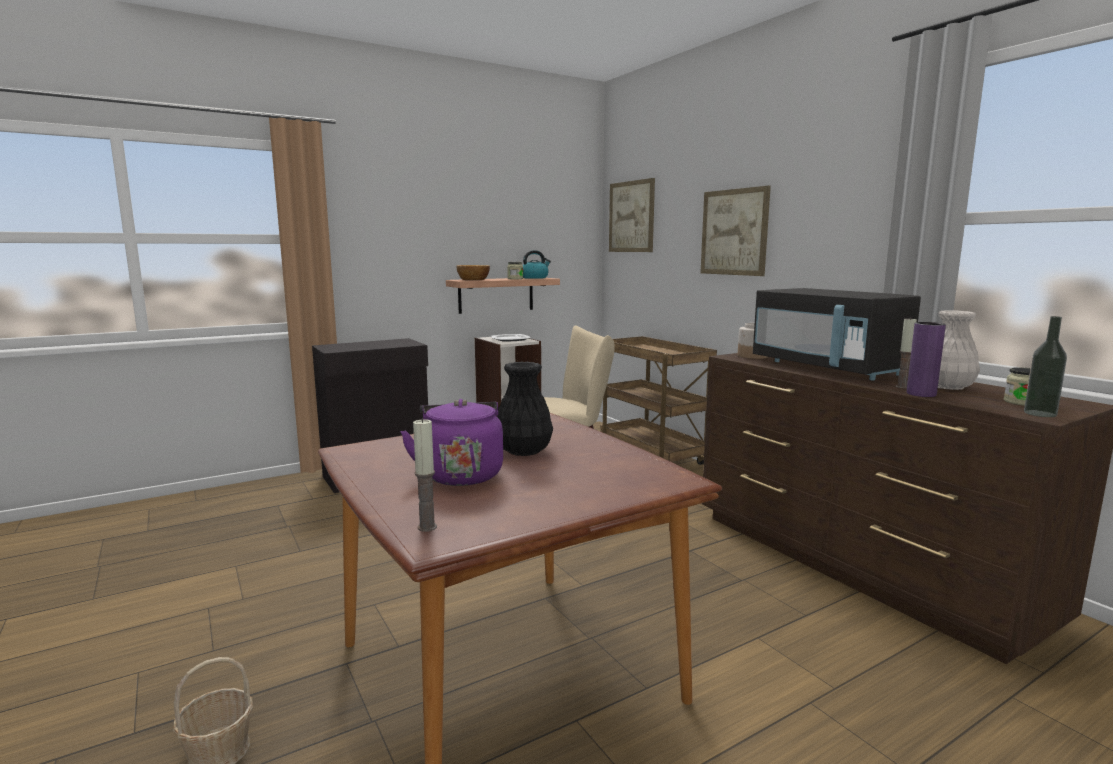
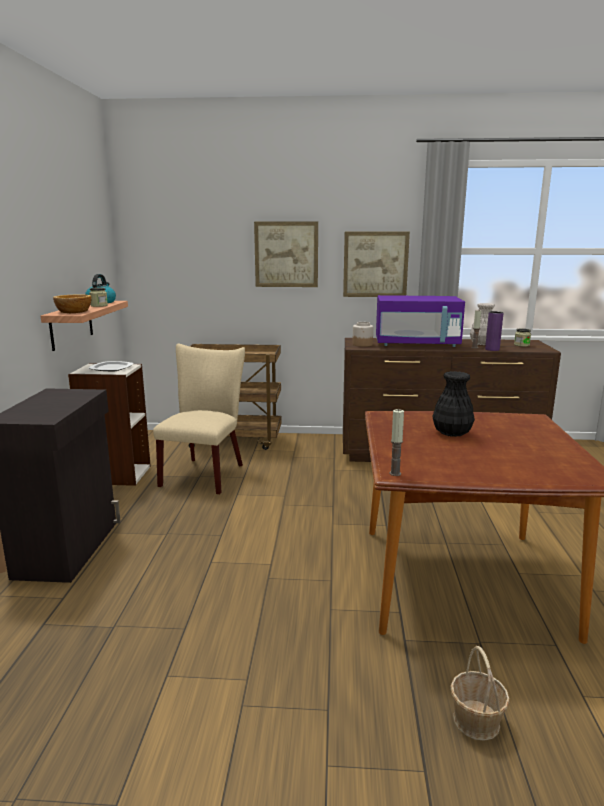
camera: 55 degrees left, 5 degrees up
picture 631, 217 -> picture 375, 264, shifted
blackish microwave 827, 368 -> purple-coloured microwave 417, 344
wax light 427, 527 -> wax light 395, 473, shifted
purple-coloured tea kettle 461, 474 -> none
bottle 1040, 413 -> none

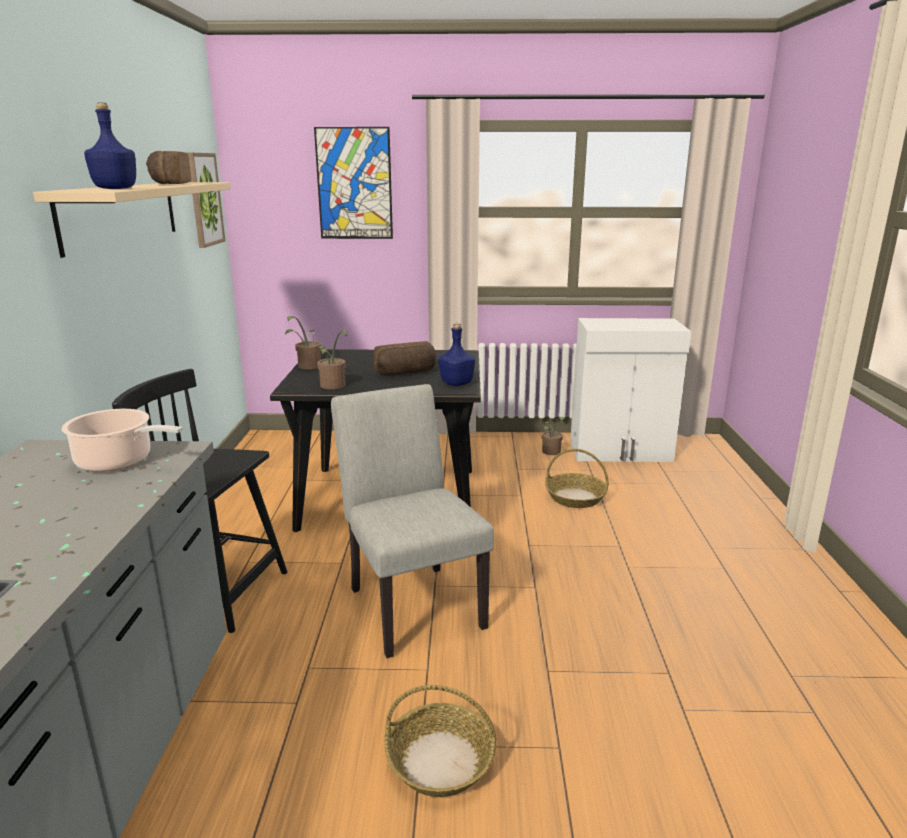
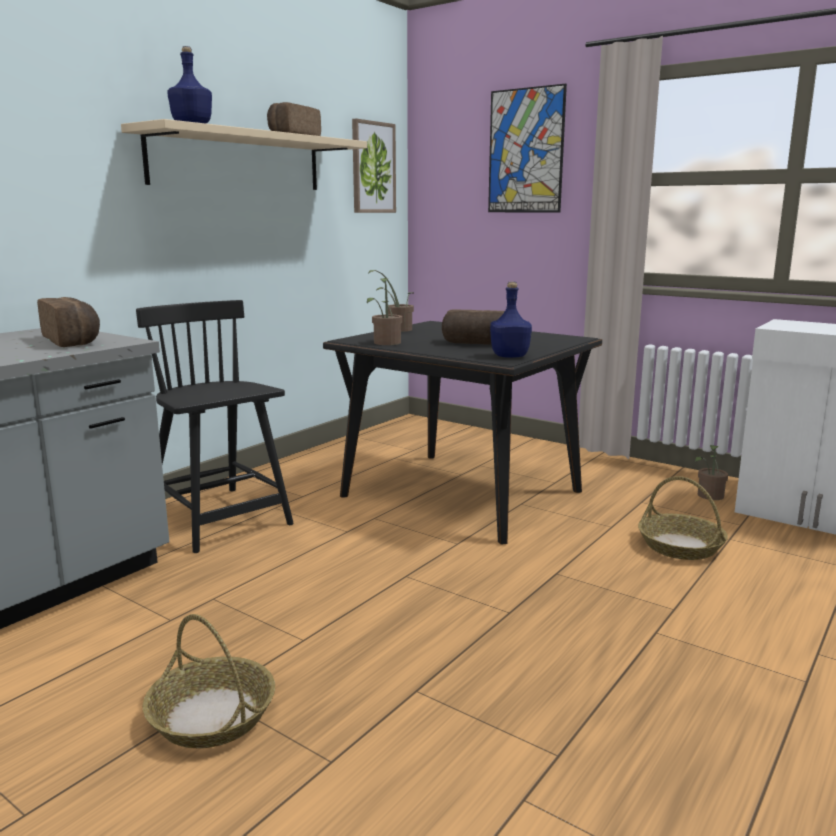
camera: 35 degrees right, 5 degrees down
cooking pot 118, 461 -> bread 74, 341
grey plain chair 411, 601 -> none

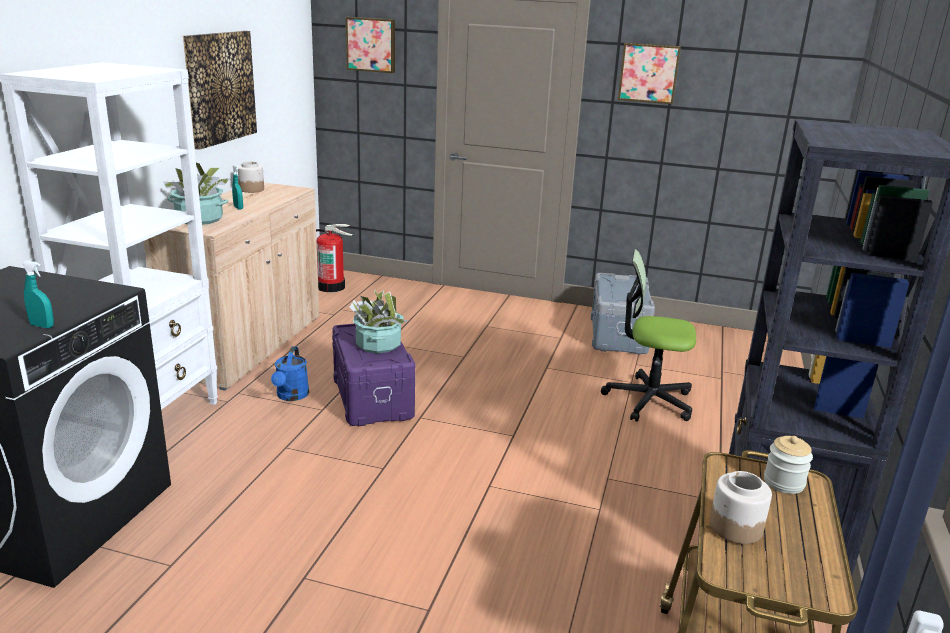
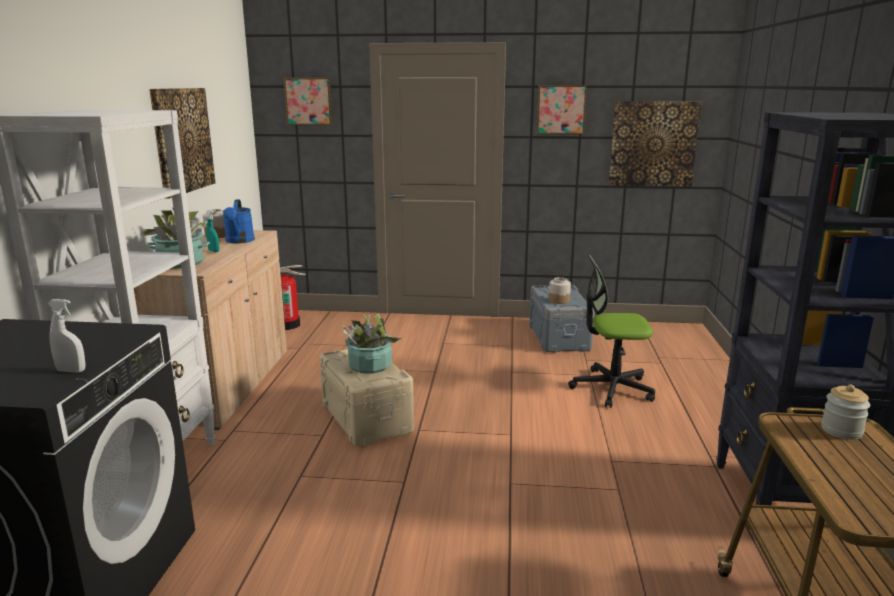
camera: 10 degrees left, 5 degrees down
turquoise-coloured spray bottle 42, 326 -> white spray bottle 71, 371
blue-coloured sprinkling can 291, 396 -> blue-coloured sprinkling can 239, 241, shifted
purple-coloured storage container 371, 398 -> beige storage container 365, 418
storage jar 735, 527 -> storage jar 558, 300, shifted
none -> picture 653, 144

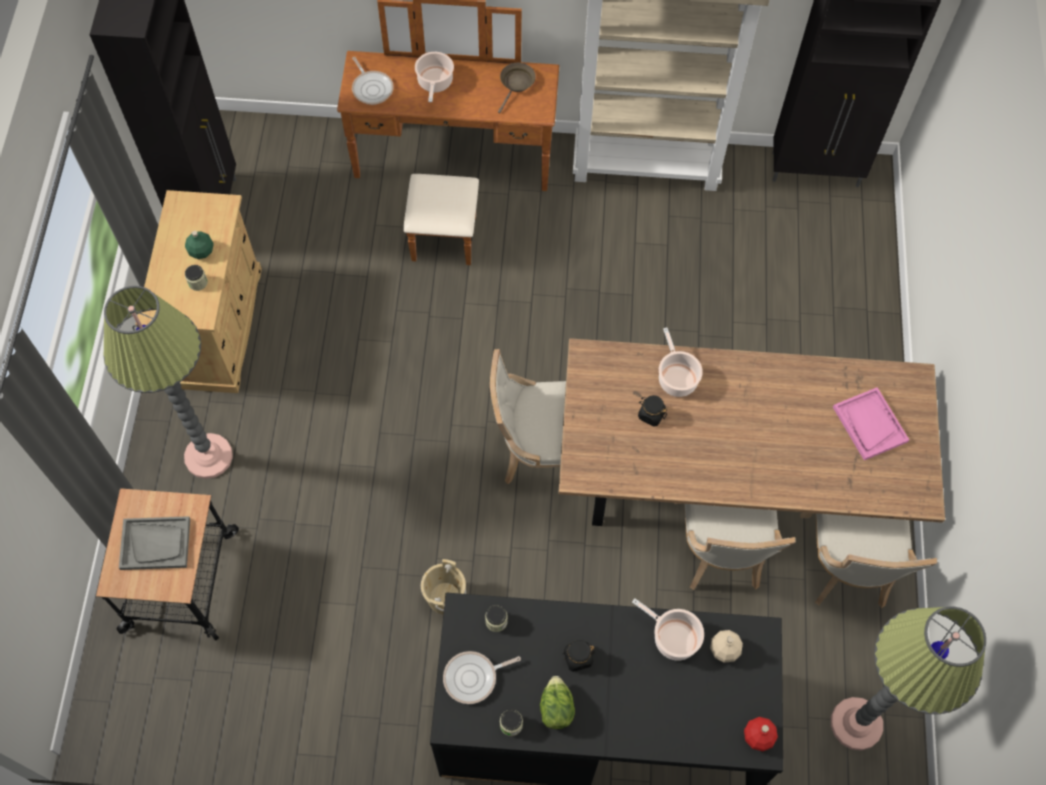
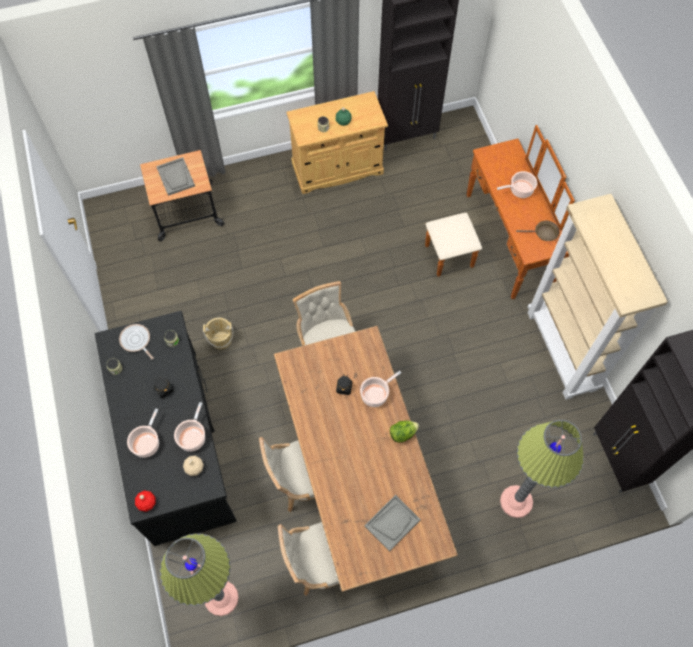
camera: 70 degrees right, 0 degrees up
none -> cooking pot 147, 443
pink tray 869, 424 -> grey tray 392, 523
lettuce 556, 708 -> lettuce 403, 433, shifted
floor lamp 208, 456 -> floor lamp 516, 501, shifted
pan 372, 88 -> none

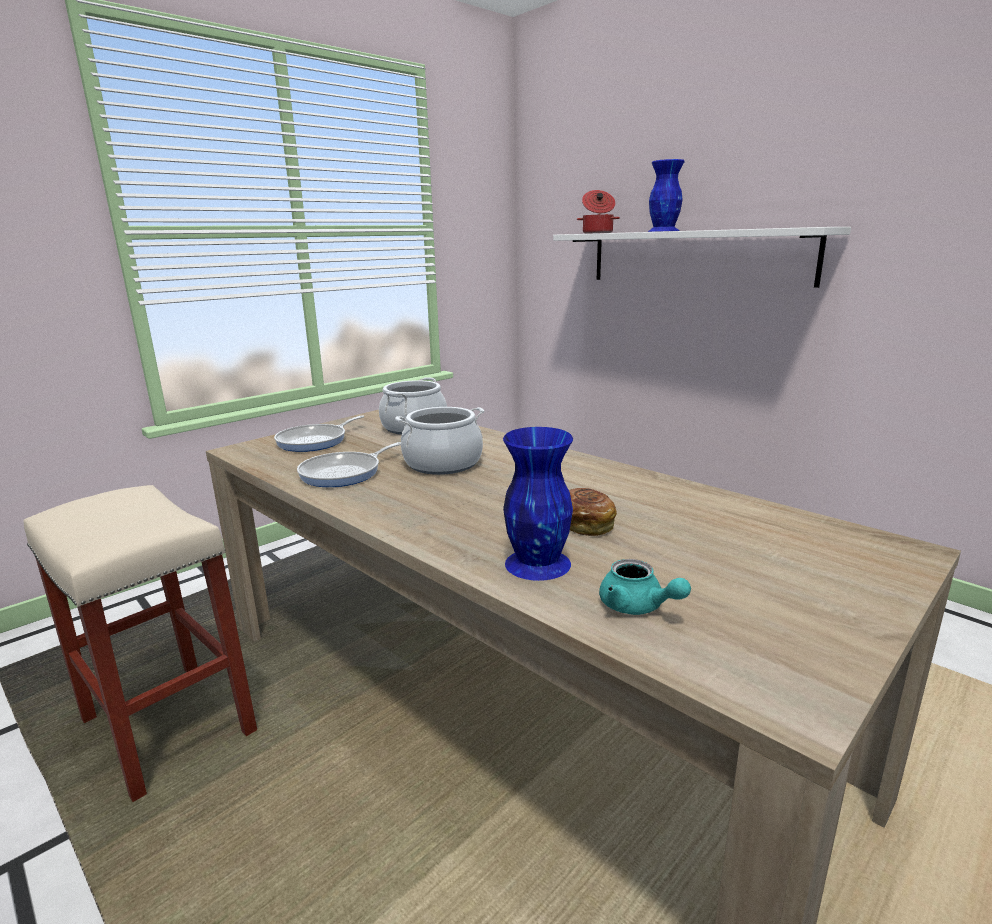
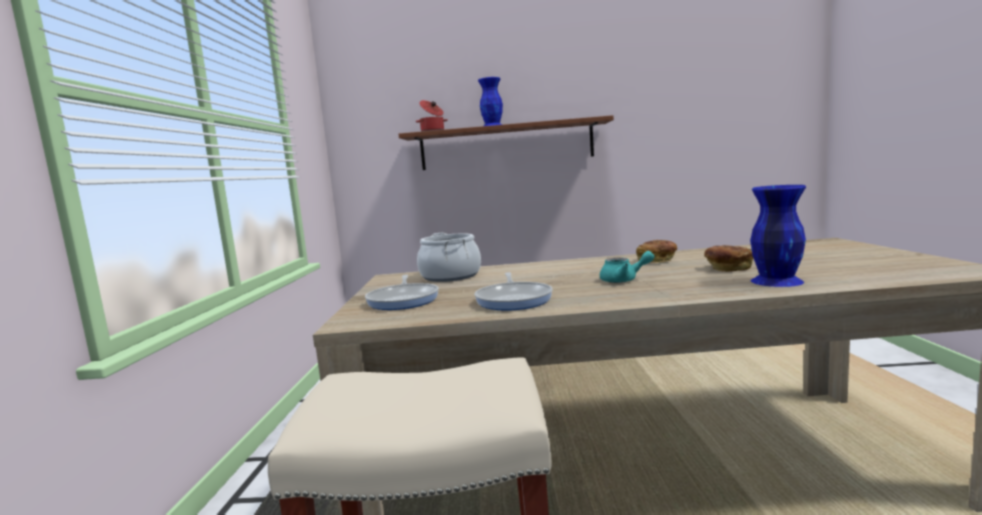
camera: 45 degrees left, 10 degrees down
white shelf 695, 257 -> brown shelf 506, 145
turquoise-coloured pot for tea 637, 607 -> turquoise-coloured pot for tea 624, 280, shifted
none -> bread 657, 261
cooking pot 443, 464 -> none

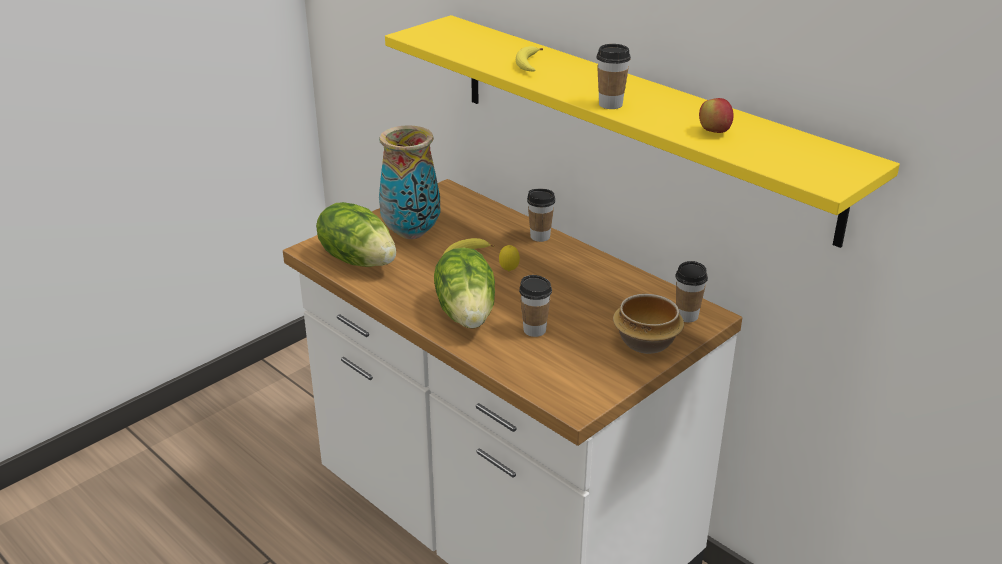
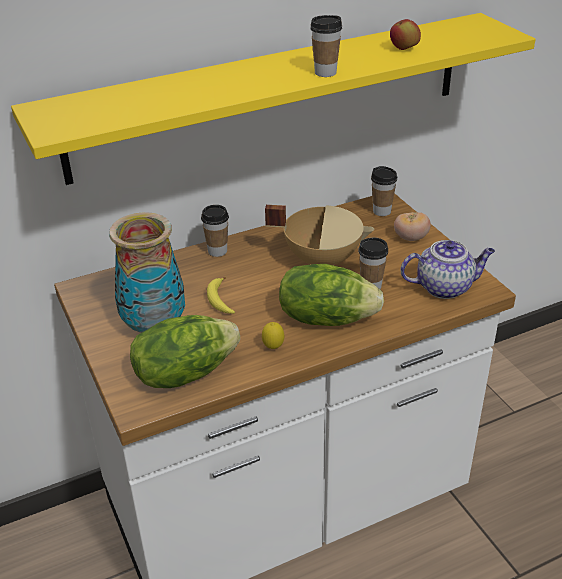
camera: 70 degrees left, 5 degrees up
whole lemon 509, 271 -> whole lemon 273, 348, shifted
none -> beige cooking pot 322, 259
bowl 644, 343 -> whole tomato 410, 238
none -> pot for tea 445, 287
whole banana 528, 65 -> none

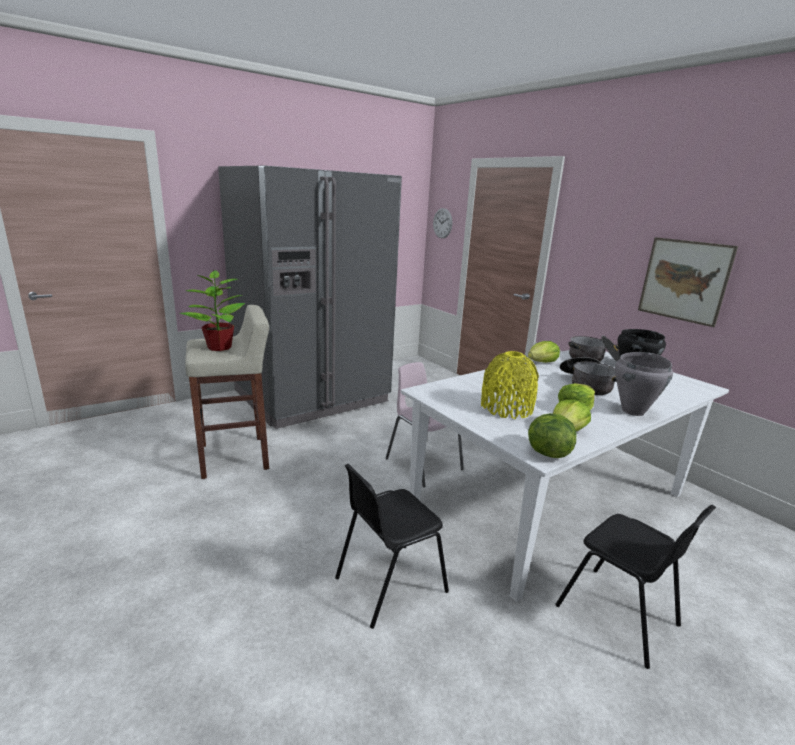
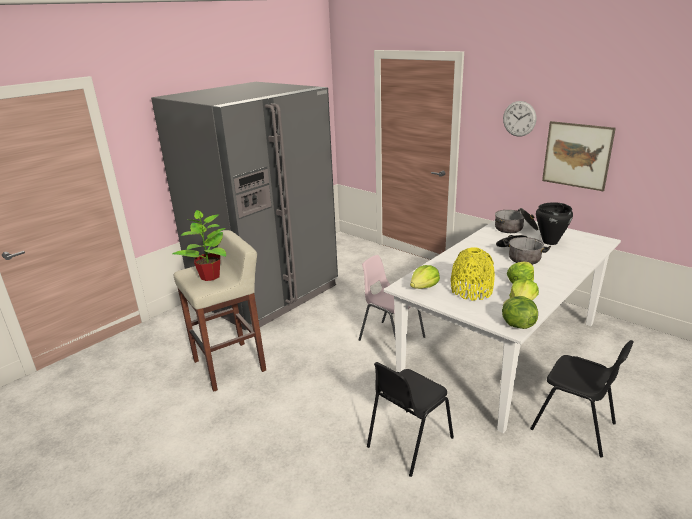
camera: 10 degrees left, 5 degrees up
lettuce 542, 362 -> lettuce 424, 287, shifted
wall clock 442, 223 -> wall clock 519, 118, shifted
grey cooking pot 633, 411 -> none

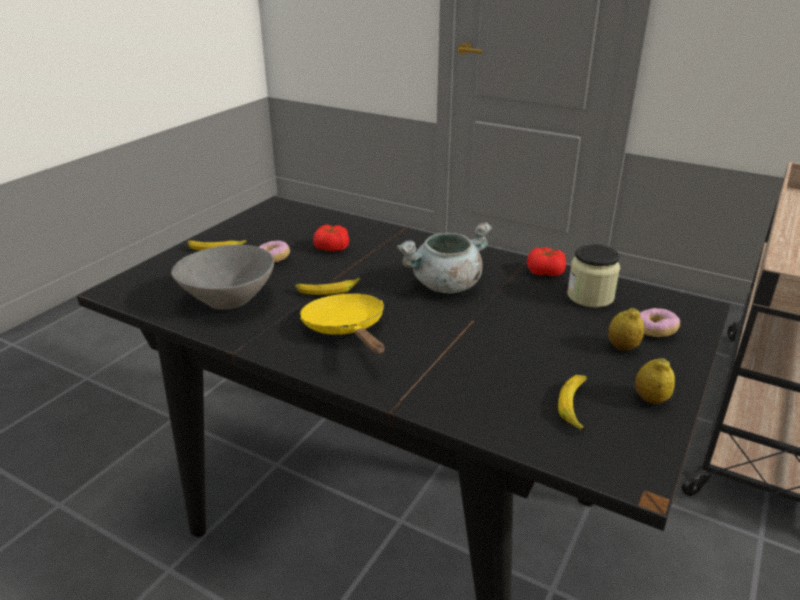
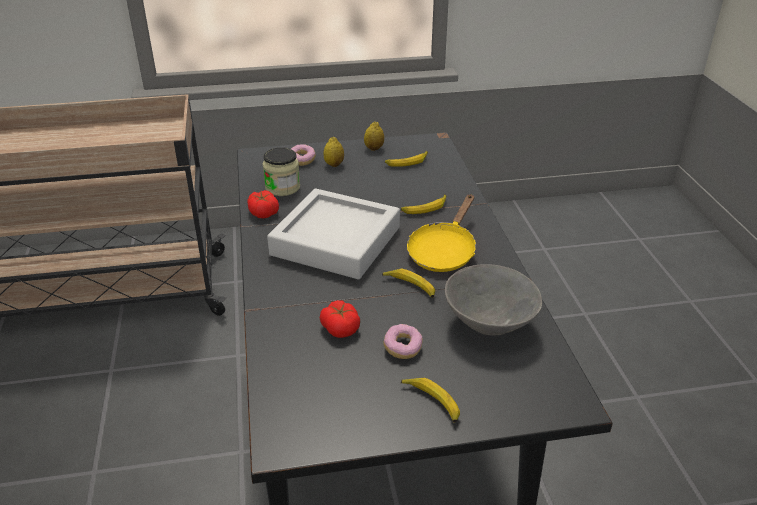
camera: 130 degrees left, 5 degrees up
grey cooking pot 445, 286 -> grey tray 336, 241
none -> whole banana 425, 208

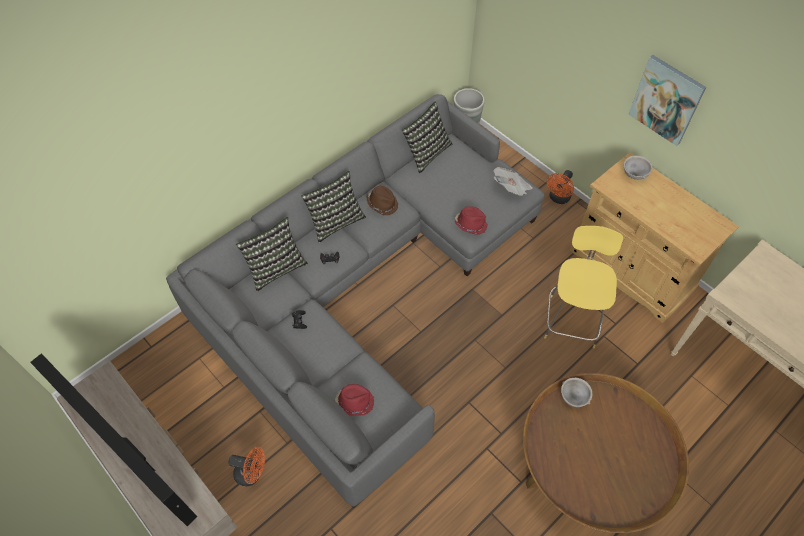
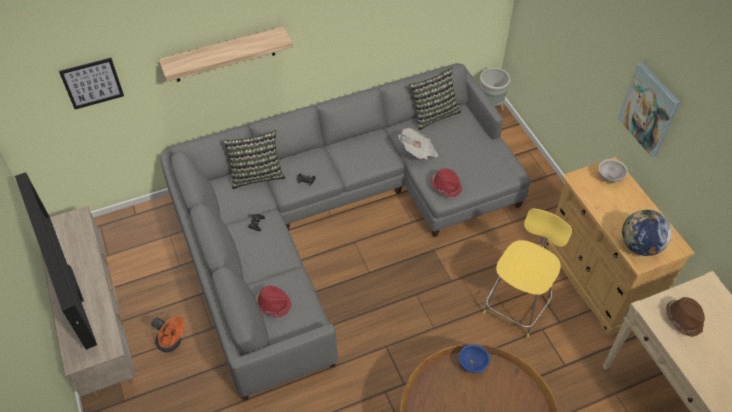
camera: 20 degrees right, 5 degrees down
none -> picture 92, 83
none -> shelf 224, 55
newspaper 511, 188 -> newspaper 418, 152, shifted
grey bowl 573, 397 -> blue-coloured bowl 473, 364
none -> world globe 639, 246
brown hat 382, 204 -> brown hat 683, 319, shifted
throw pillow 335, 221 -> none
orange-coloured cooling fan 558, 198 -> none

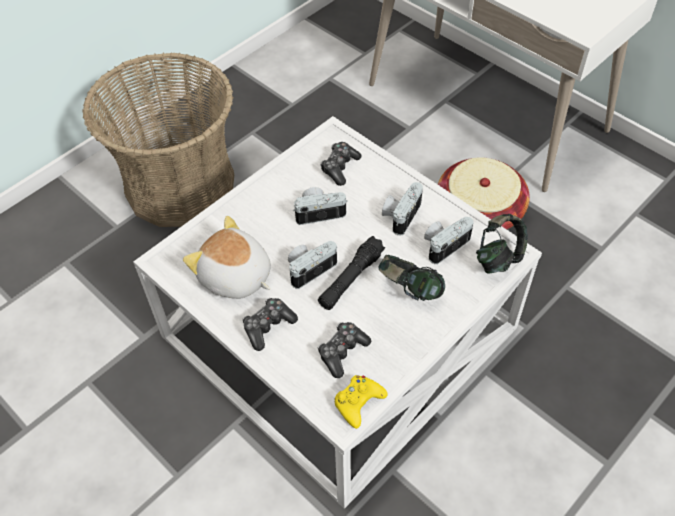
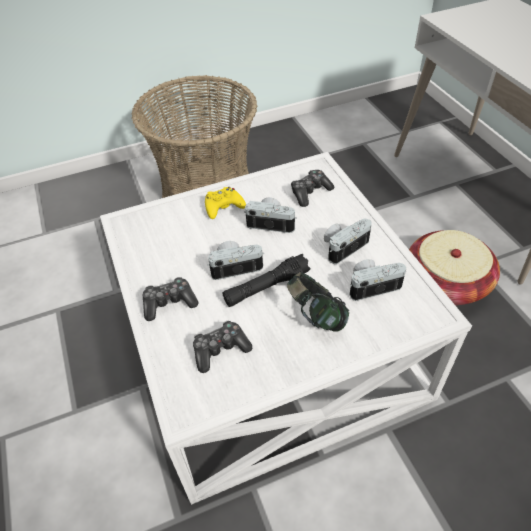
camera: 25 degrees right, 5 degrees down
yellow-coloured gamepad 358, 402 -> yellow-coloured gamepad 223, 207, shifted
soft toy 235, 277 -> none
headset 498, 257 -> none

